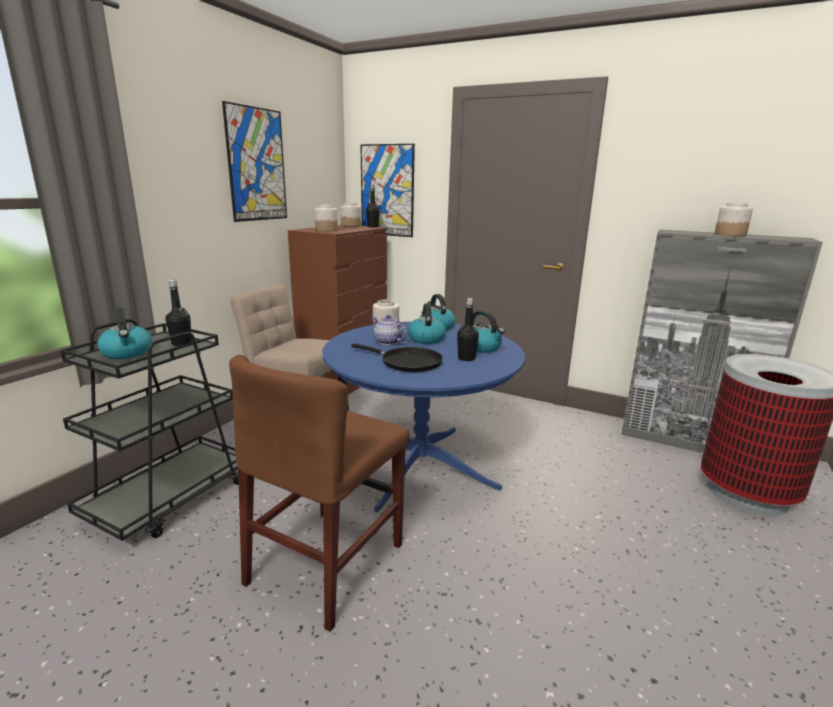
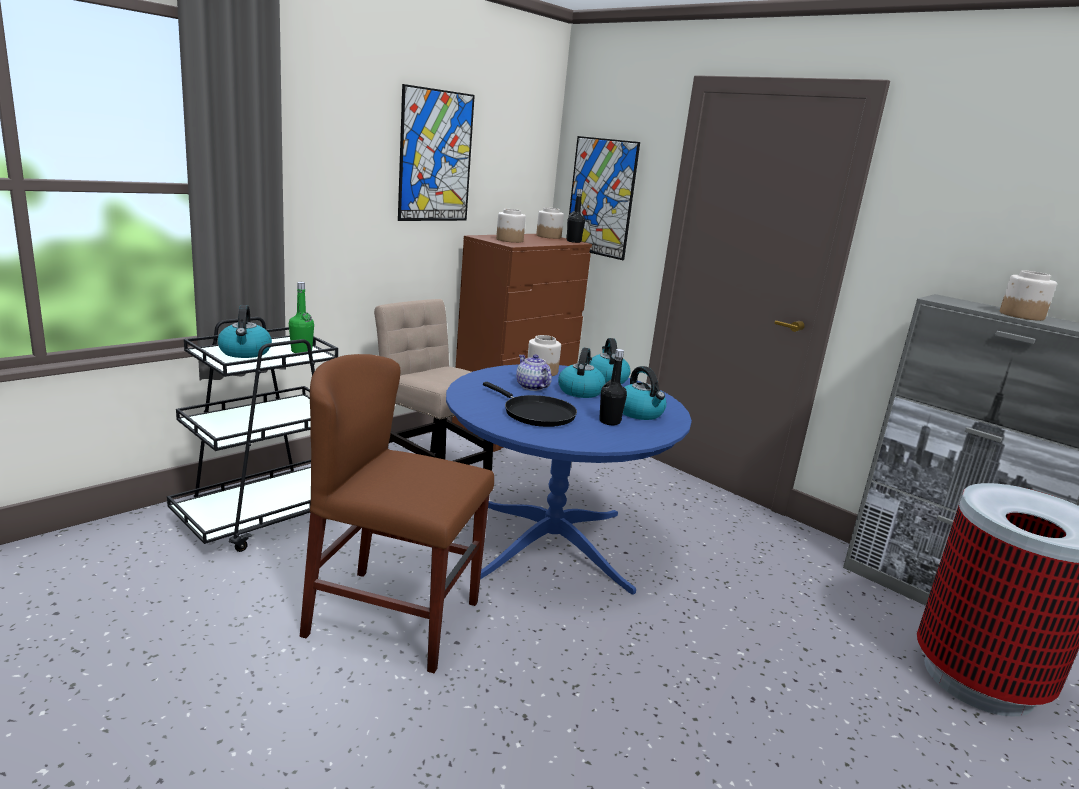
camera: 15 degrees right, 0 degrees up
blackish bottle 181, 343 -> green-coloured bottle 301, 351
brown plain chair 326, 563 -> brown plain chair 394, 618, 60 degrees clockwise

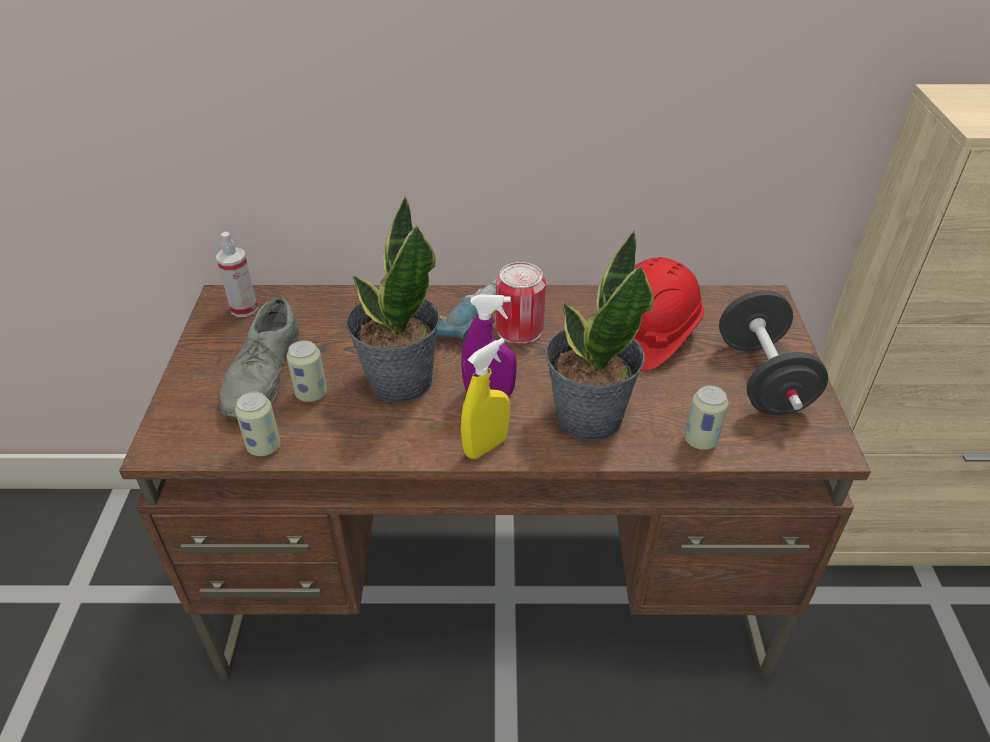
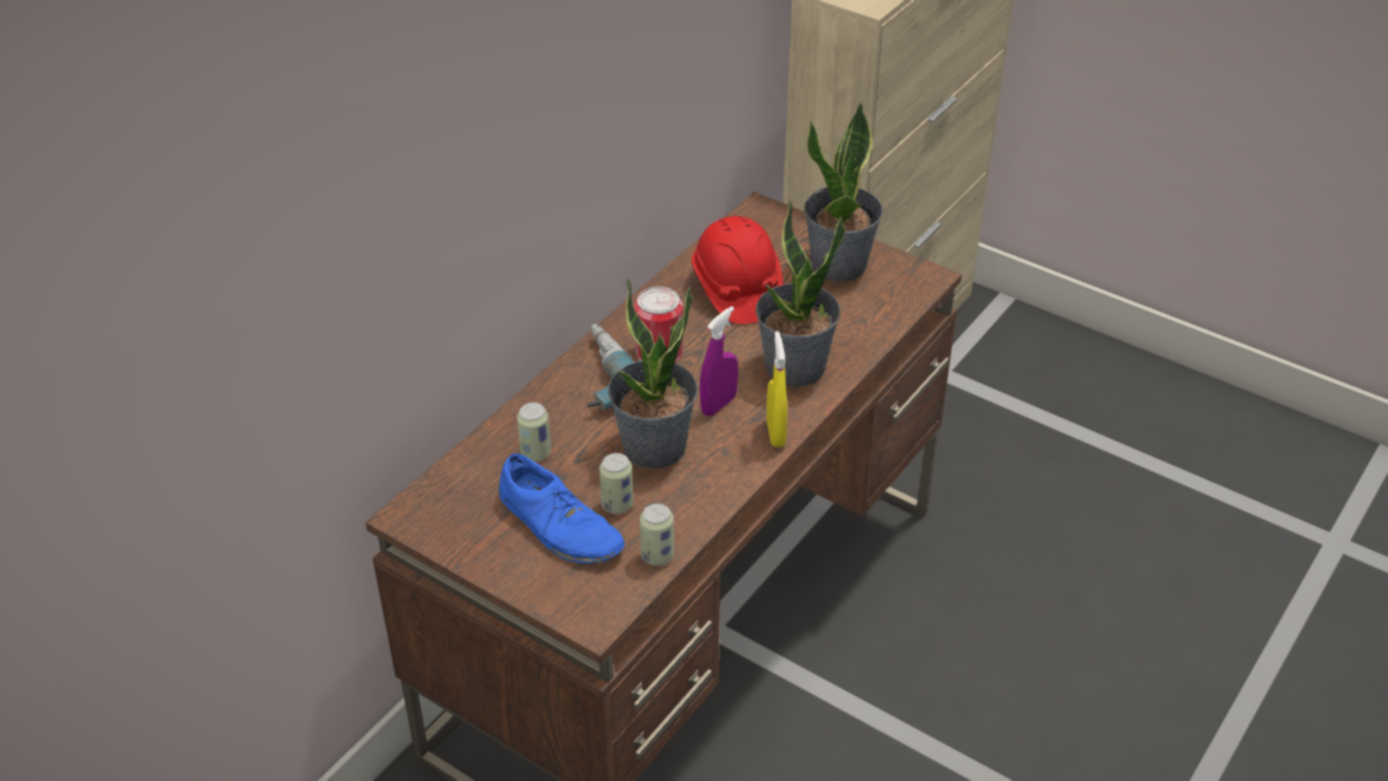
camera: 55 degrees left, 0 degrees up
grey low shoe 263, 374 -> blue-coloured low shoe 560, 526
sealed can 700, 440 -> sealed can 535, 454, shifted
blackish dumbbell 762, 379 -> potted plant 839, 265
spray bottle 244, 308 -> none

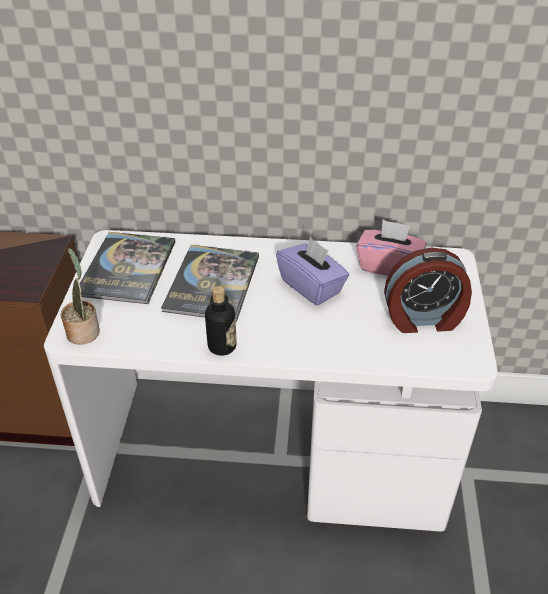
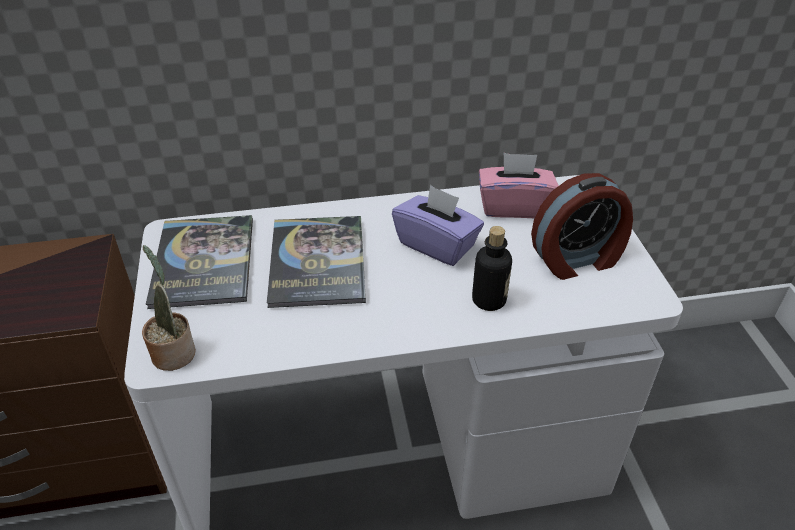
camera: 15 degrees left, 0 degrees up
bottle 222, 346 -> bottle 489, 300, shifted

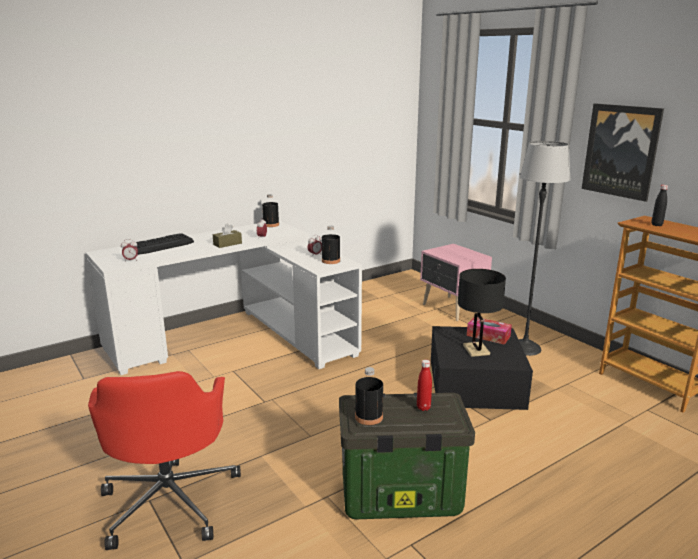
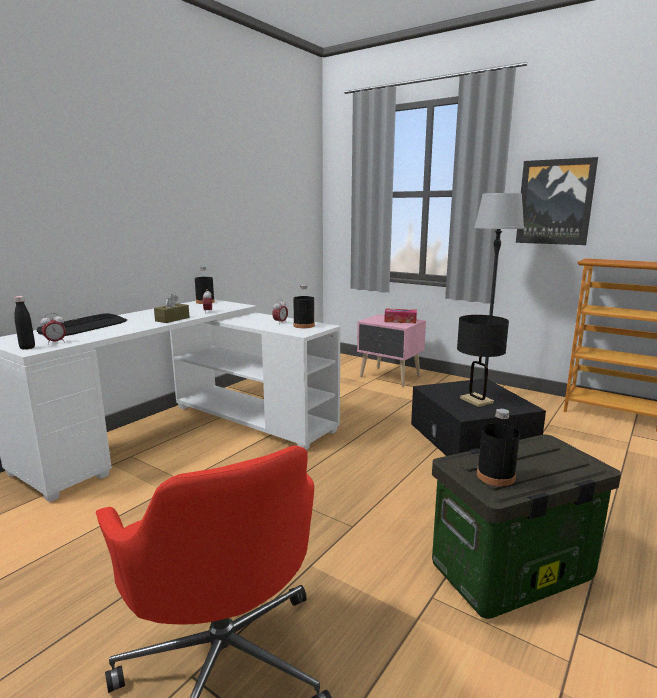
camera: 20 degrees left, 5 degrees down
blackish bottle 656, 225 -> blackish bottle 27, 348, shifted
tissue box 488, 336 -> tissue box 400, 321, shifted
red-coloured bottle 423, 407 -> none

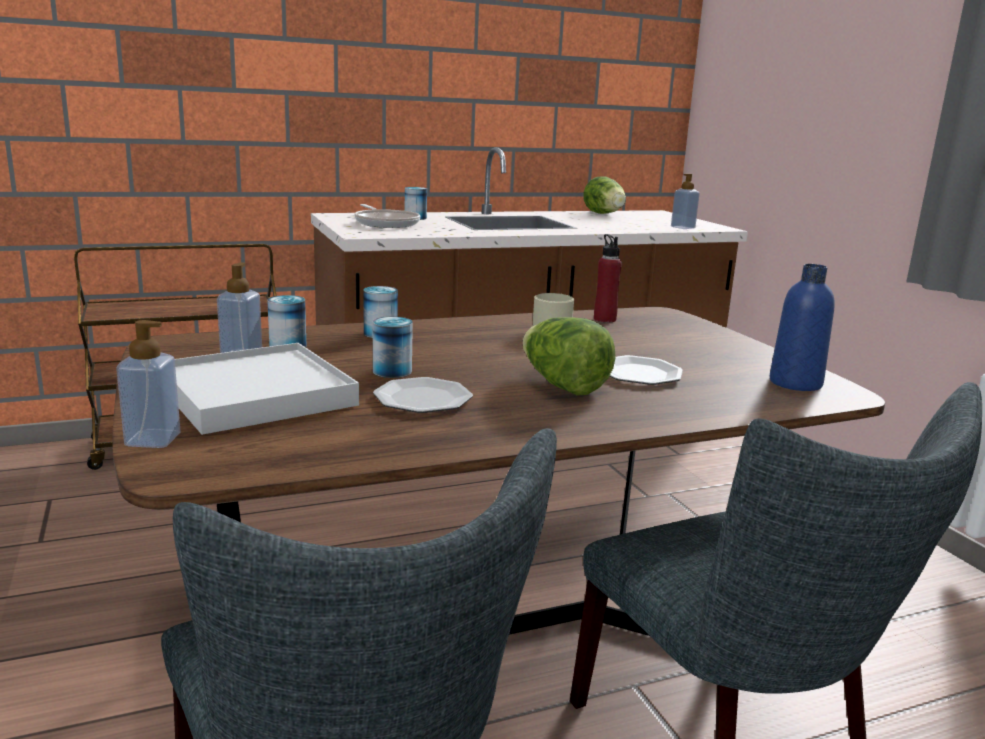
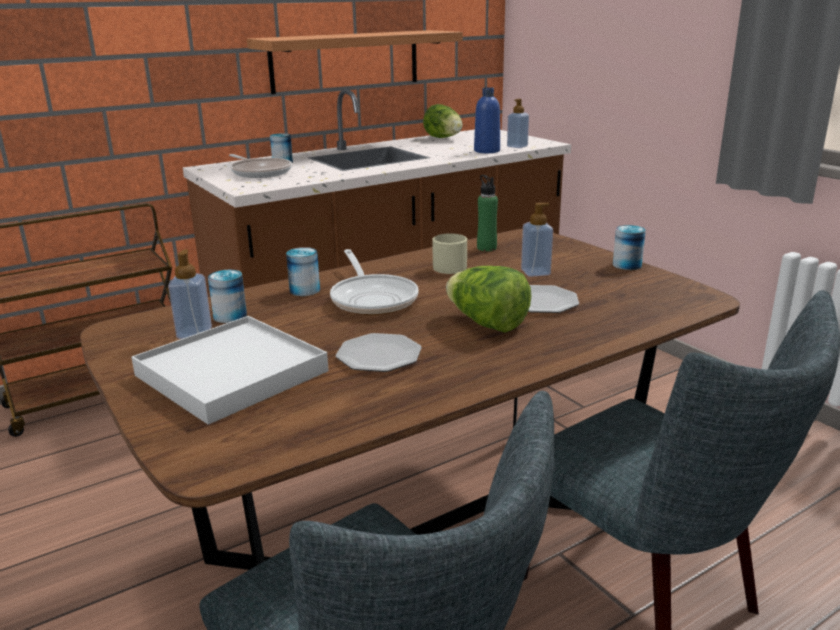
camera: 10 degrees left, 5 degrees up
none -> shelf 346, 61
none -> pan 372, 298
blue-coloured bottle 795, 383 -> blue-coloured bottle 487, 151, shifted
red-coloured bottle 604, 319 -> green-coloured bottle 486, 248
liquid soap bottle 153, 440 -> liquid soap bottle 535, 272, shifted
sealed can 392, 371 -> sealed can 627, 265, shifted

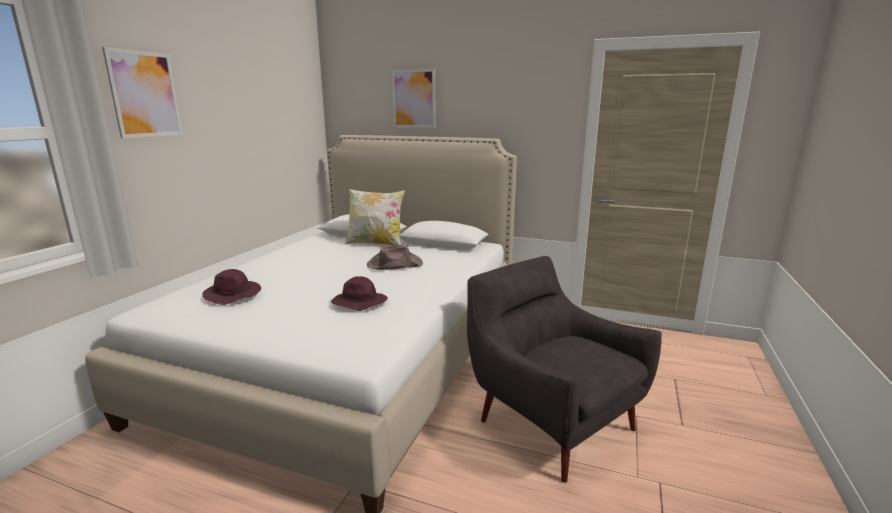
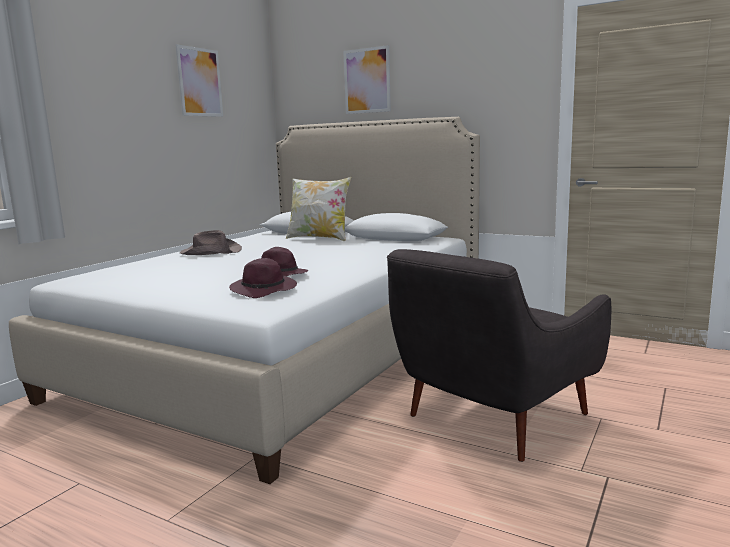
camera: 10 degrees right, 5 degrees down
picture 145, 94 -> picture 199, 82, shifted
brown hat 394, 264 -> brown hat 210, 252, shifted
purple-coloured hat 233, 295 -> purple-coloured hat 265, 290, shifted
grey lounge chair 550, 421 -> grey lounge chair 492, 418, 105 degrees counterclockwise

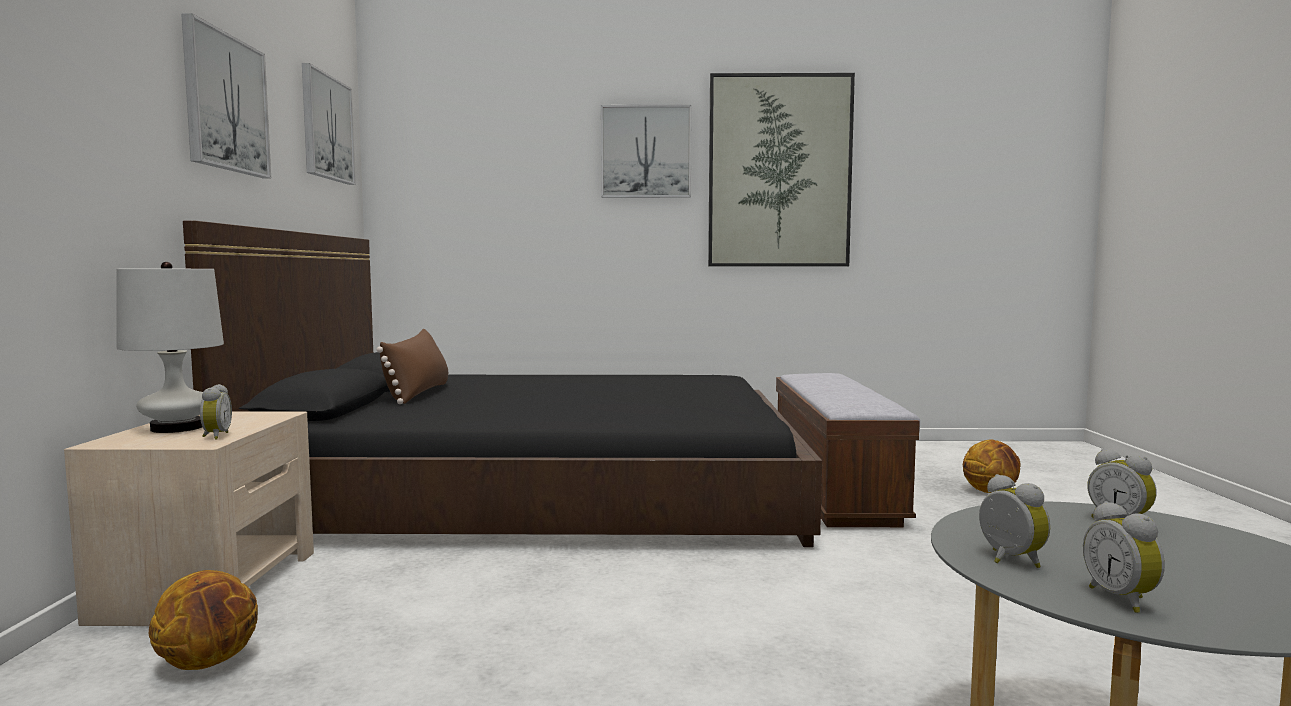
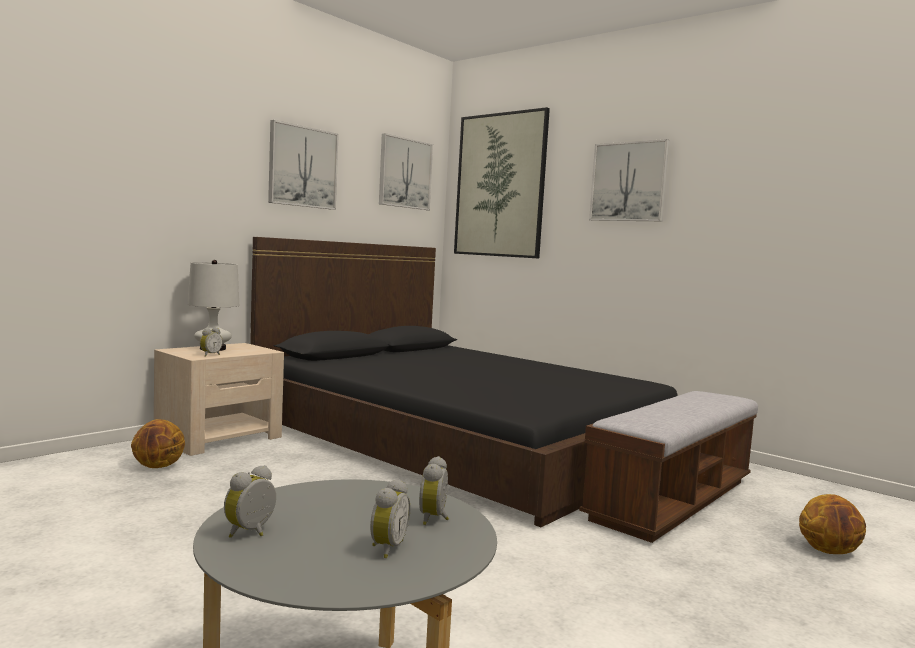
camera: 40 degrees right, 0 degrees up
table clock 1008, 560 -> table clock 386, 548, shifted
picture 779, 171 -> picture 500, 185, shifted
brown throw pillow 418, 393 -> none

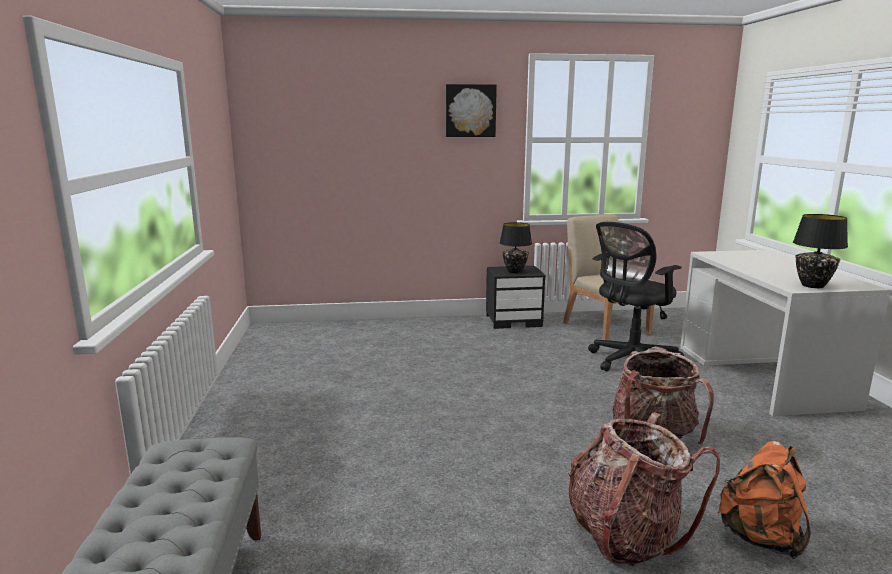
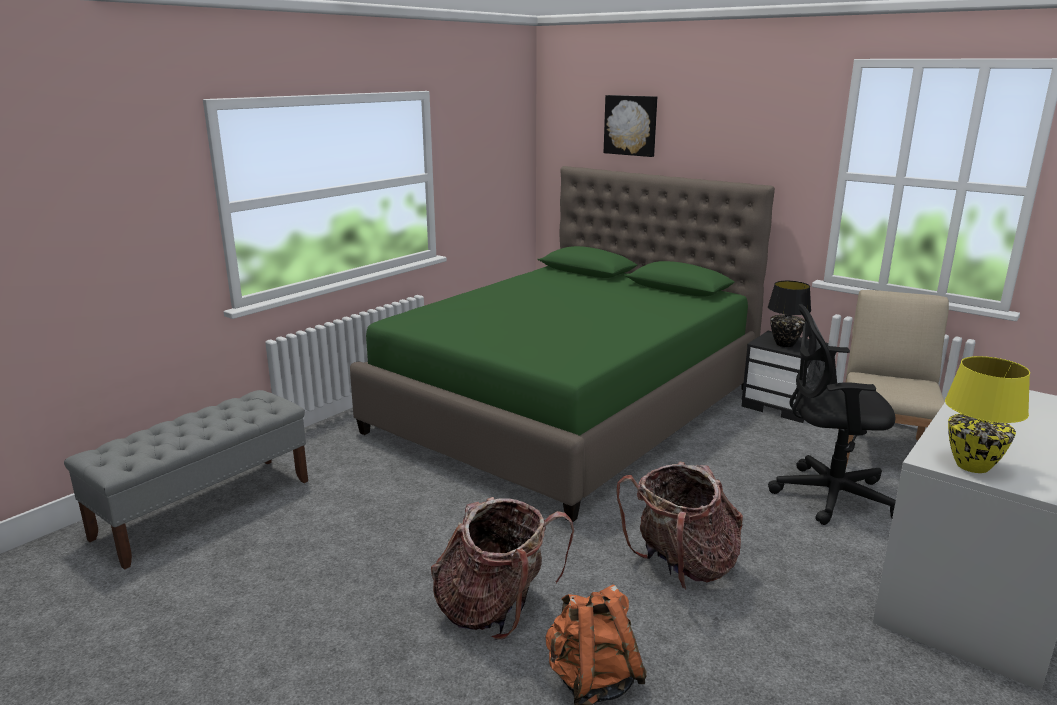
camera: 45 degrees right, 5 degrees up
none -> green-coloured sleeping bed 567, 409
picture 470, 111 -> picture 631, 125, shifted
blackish lamp for a table 812, 286 -> yellow-coloured lamp for a table 971, 466

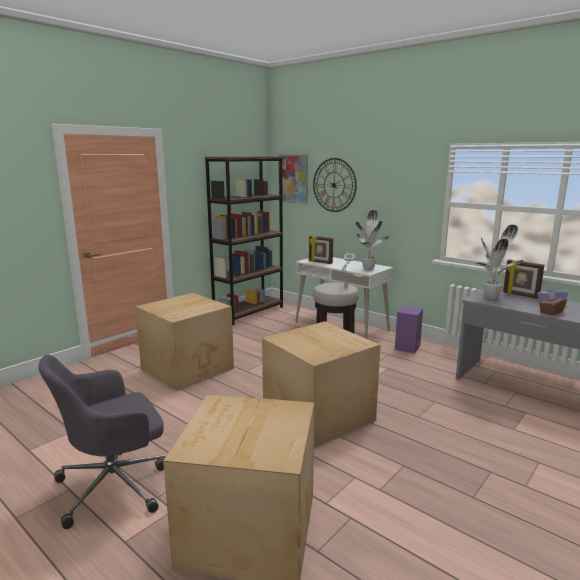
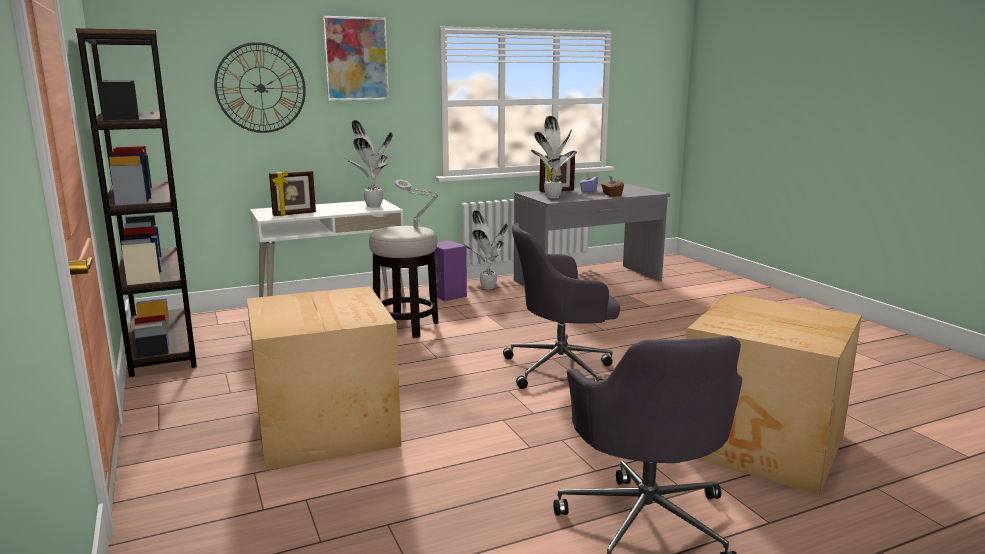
camera: 65 degrees left, 0 degrees up
picture 293, 178 -> picture 356, 59, shifted
none -> potted plant 487, 287
packing box 318, 414 -> grey computer chair 562, 369

